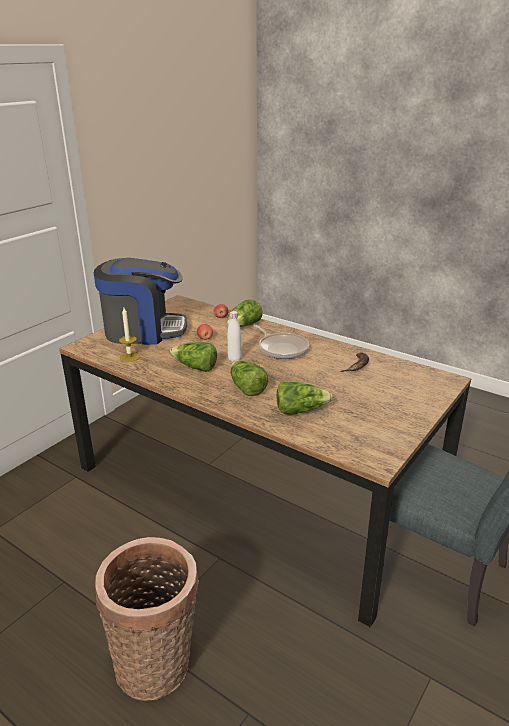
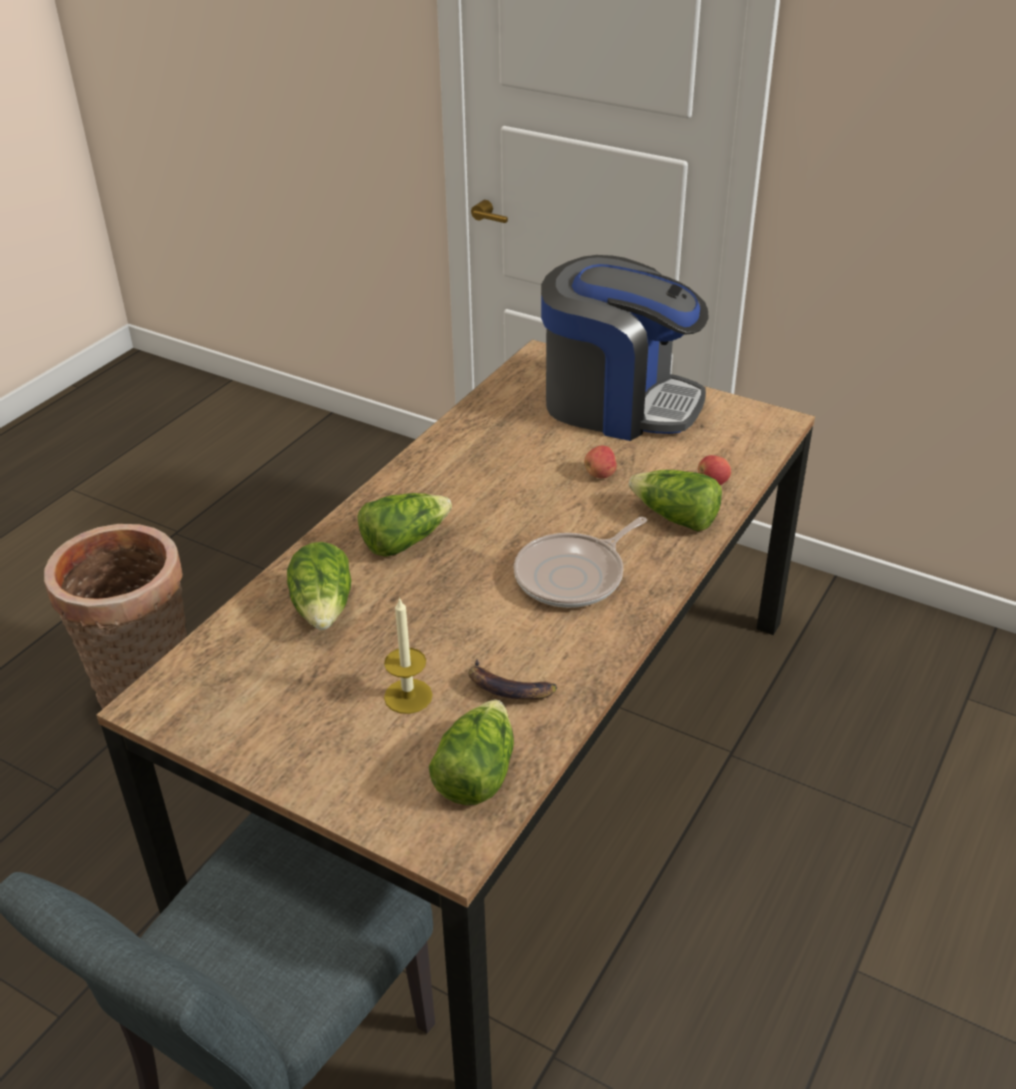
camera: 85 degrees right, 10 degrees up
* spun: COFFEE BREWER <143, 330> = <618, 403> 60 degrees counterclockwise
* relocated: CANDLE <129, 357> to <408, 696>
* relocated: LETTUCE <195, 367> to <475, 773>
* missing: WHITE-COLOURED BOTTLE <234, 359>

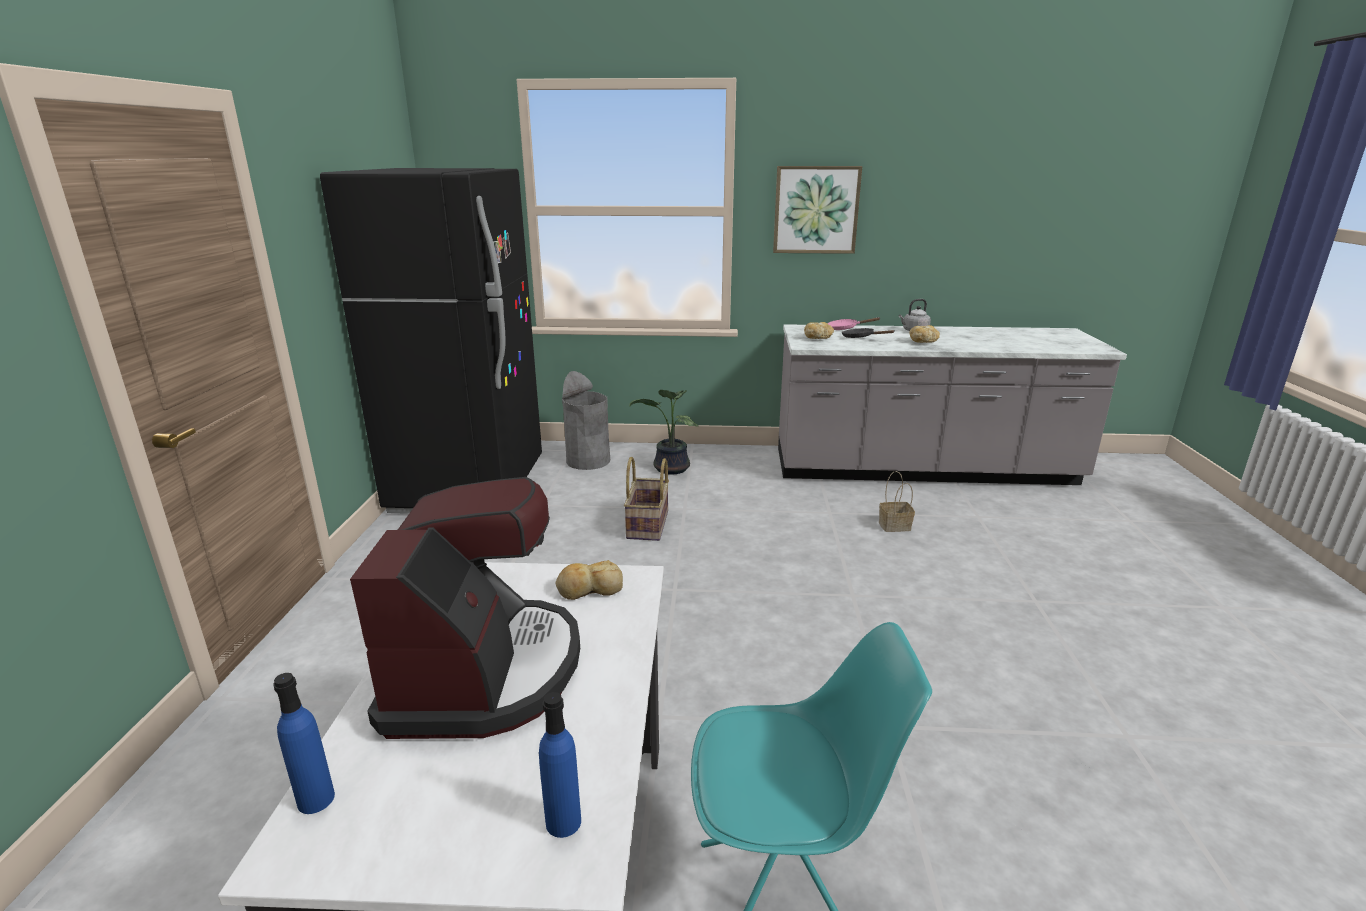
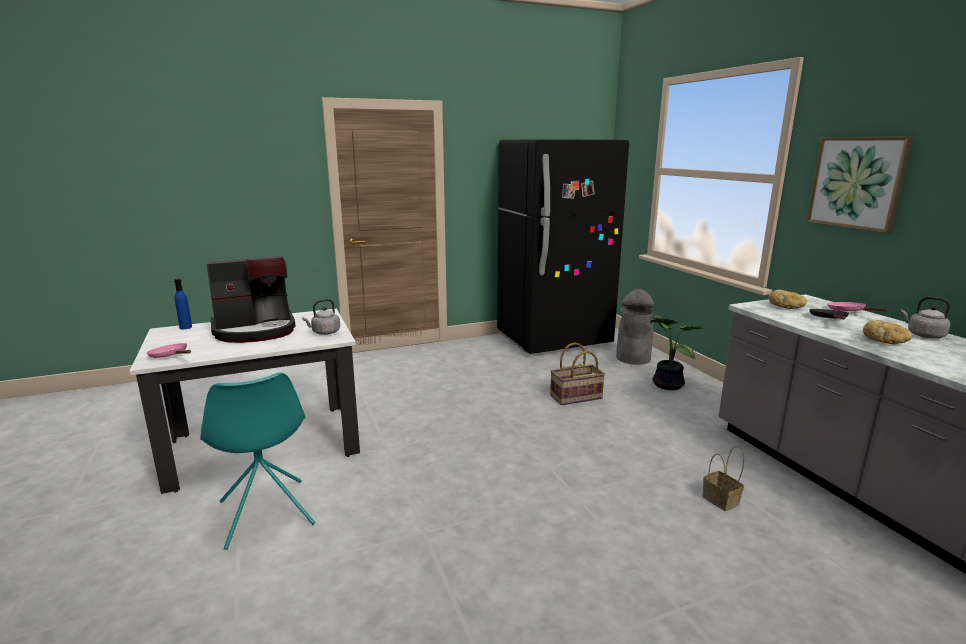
camera: 65 degrees right, 5 degrees down
* exchanged: BLUISH BOTTLE <563, 822> to PINK FRYING PAN <170, 356>
* exchanged: BAKERY BREAD <589, 589> to GREY TEA KETTLE <324, 332>

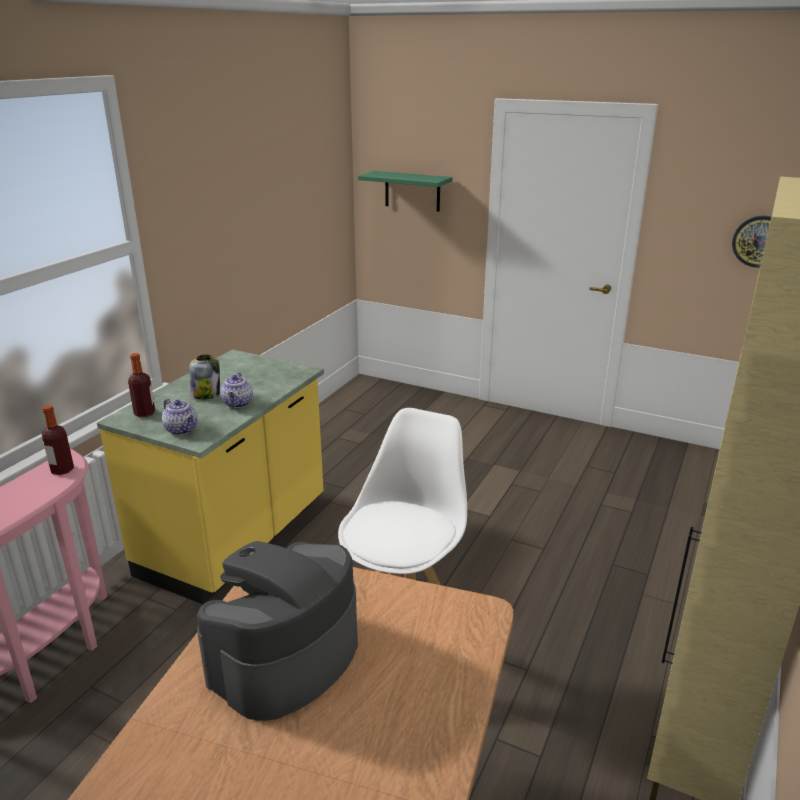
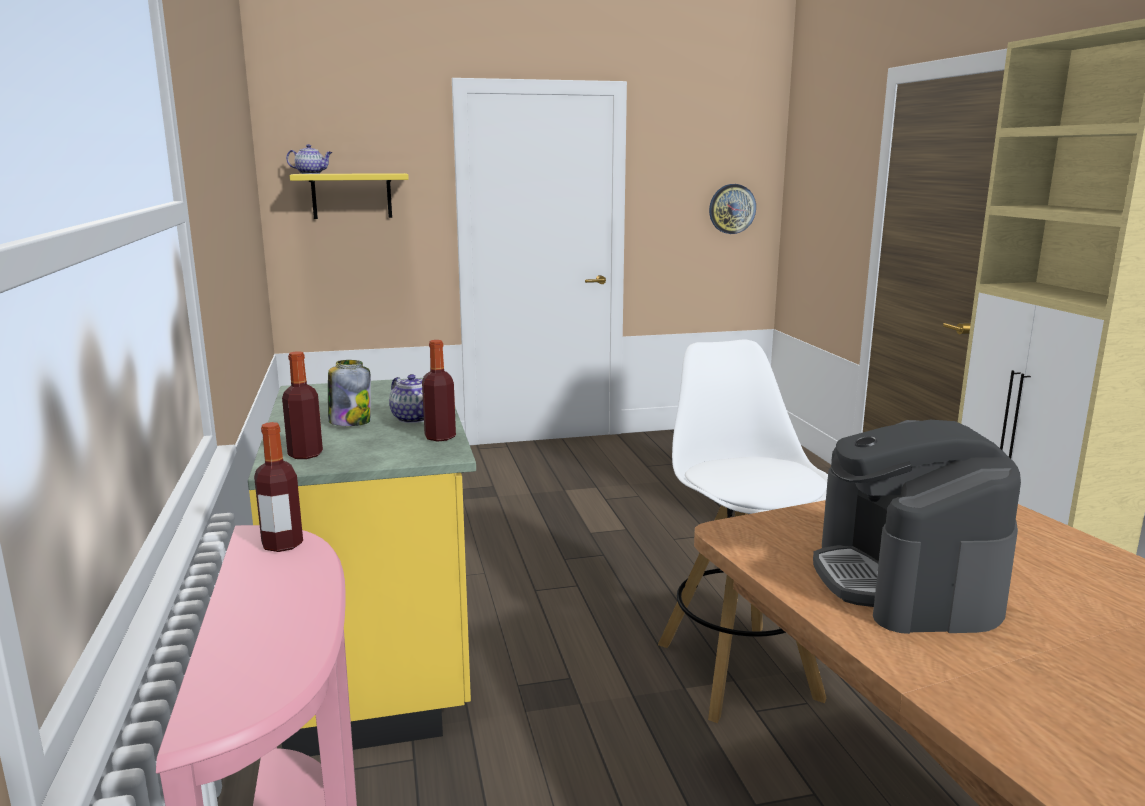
camera: 40 degrees left, 10 degrees down
* relocated: TEAPOT <182, 430> to <311, 173>
* colour: GREEN SHELF <412, 191> to YELLOWISH SHELF <351, 196>
* appeared: BOTTLE <440, 437>

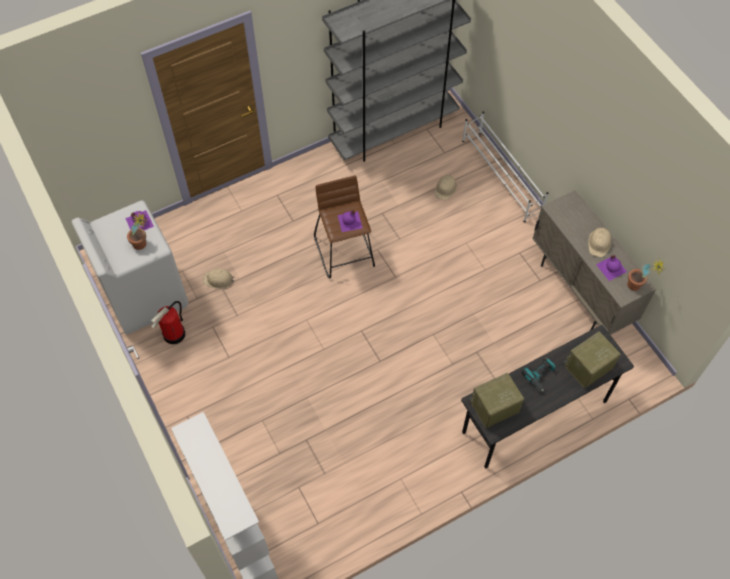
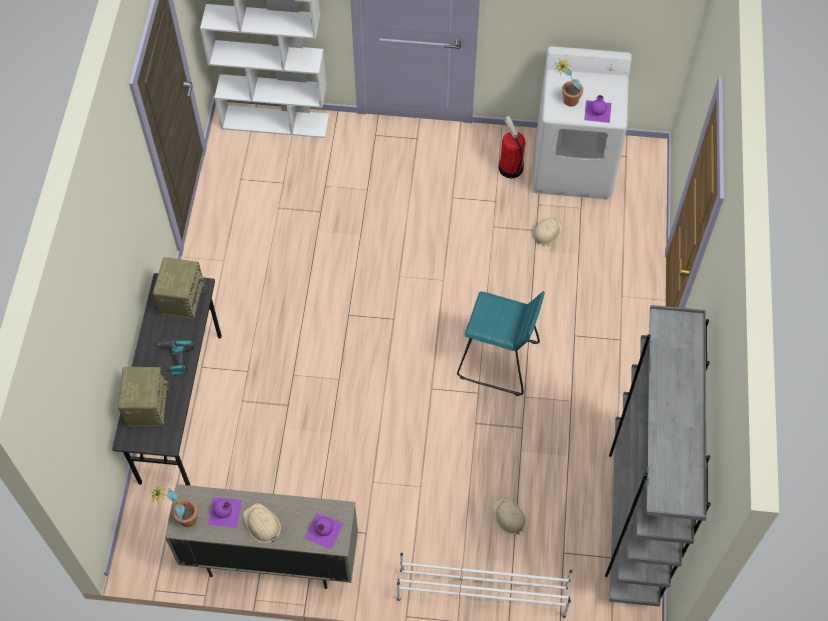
camera: 125 degrees right, 0 degrees up
* colour: BROWN-COLOURED STOOL <345, 251> to BLUE-GREEN STOOL <498, 361>
* relocated: PURPLE-COLOURED BOTTLE <350, 221> to <323, 531>

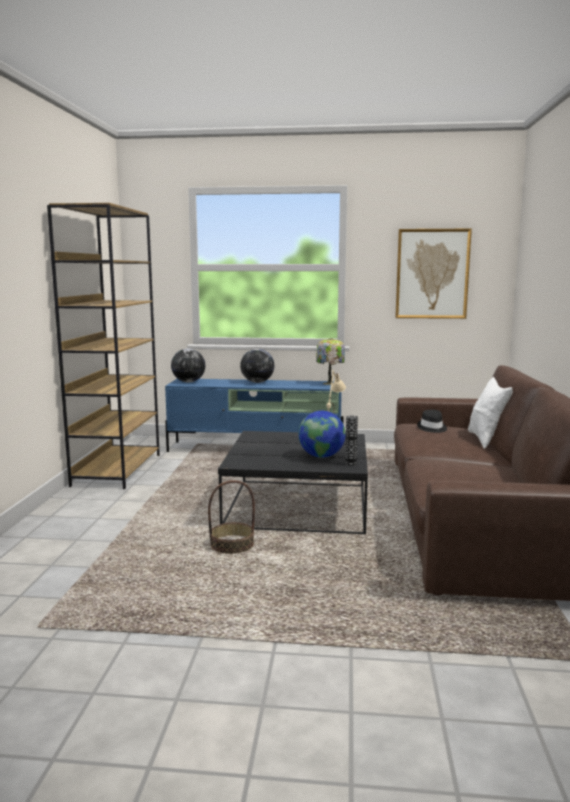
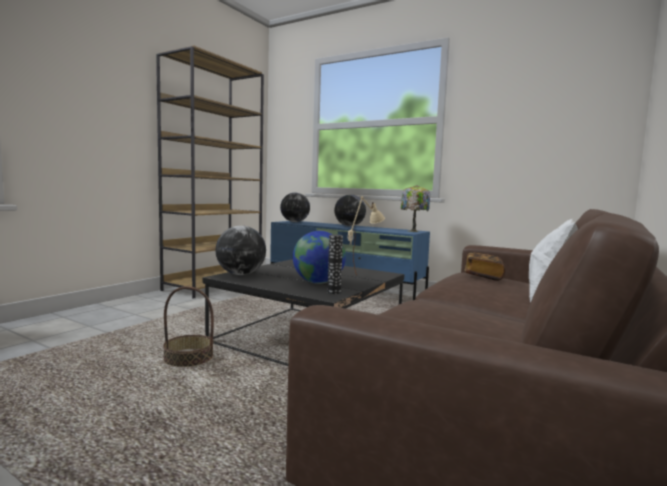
camera: 25 degrees right, 5 degrees down
* missing: WALL ART <432, 274>
* exchanged: BLACK-COLOURED CLOTHING HAT <432, 428> to VOLUME <483, 276>
* appeared: DESK GLOBE <241, 274>

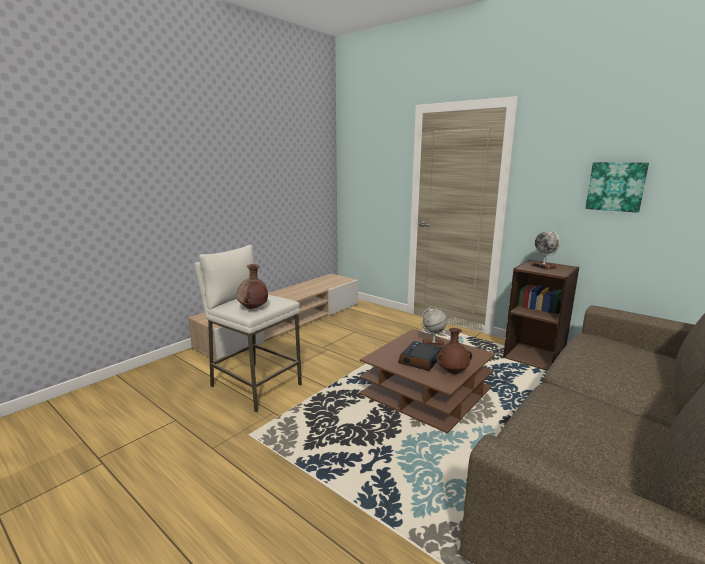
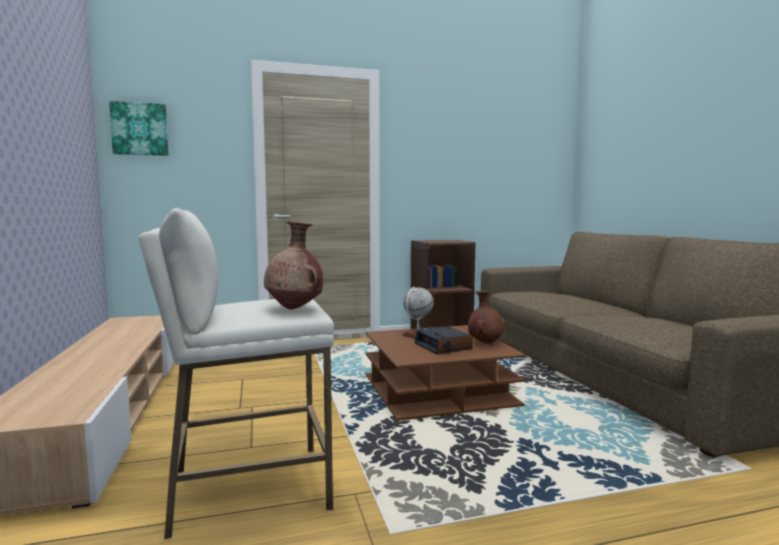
camera: 55 degrees left, 10 degrees down
* missing: DESK GLOBE <543, 266>
* relocated: WALL ART <616, 186> to <140, 129>

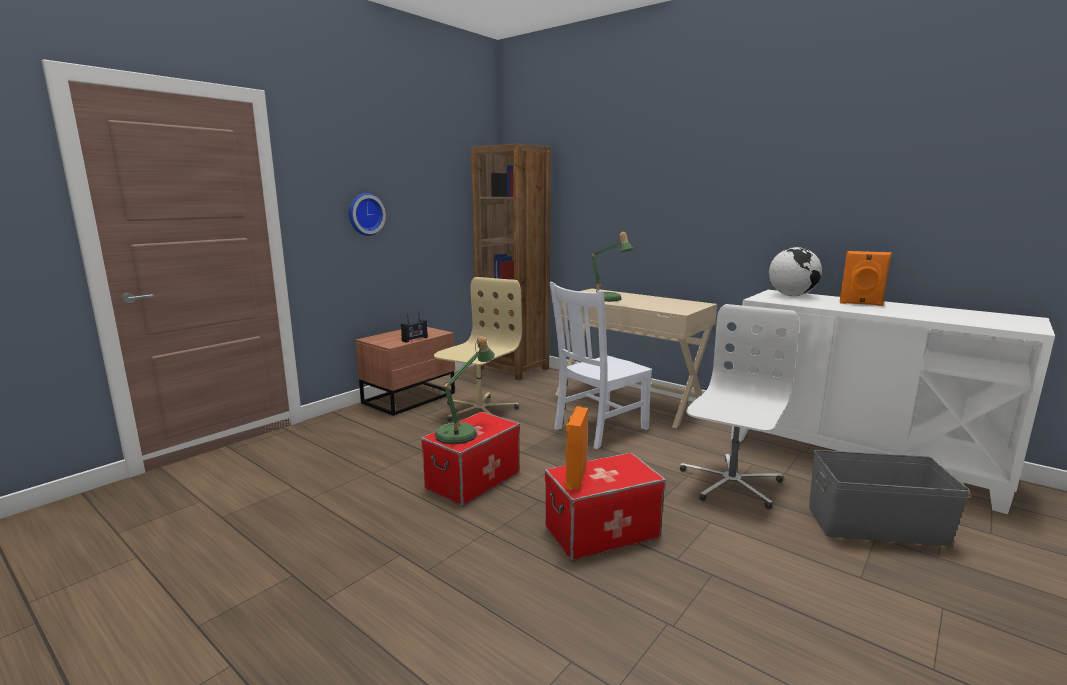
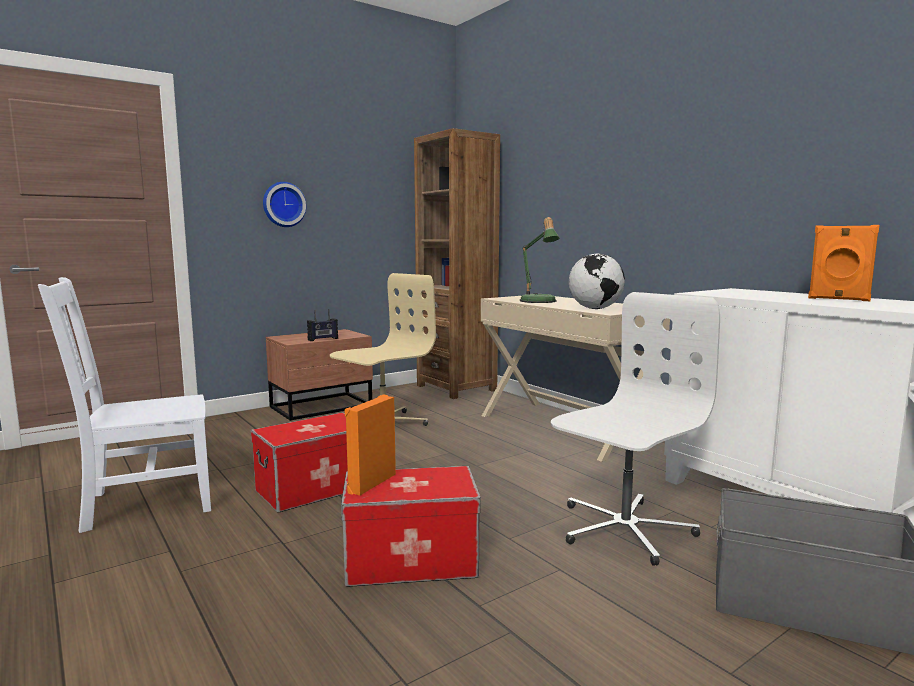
camera: 15 degrees right, 5 degrees down
* missing: TABLE LAMP <462, 432>
* relocated: WHITE-COLOURED PLAIN CHAIR <598, 429> to <144, 503>
* relocated: DESK GLOBE <791, 295> to <595, 309>

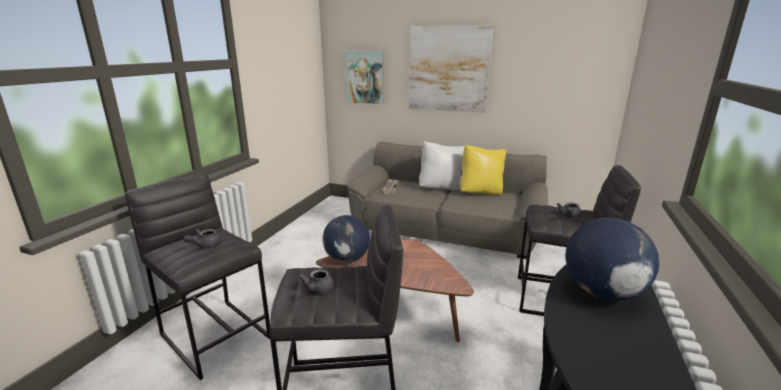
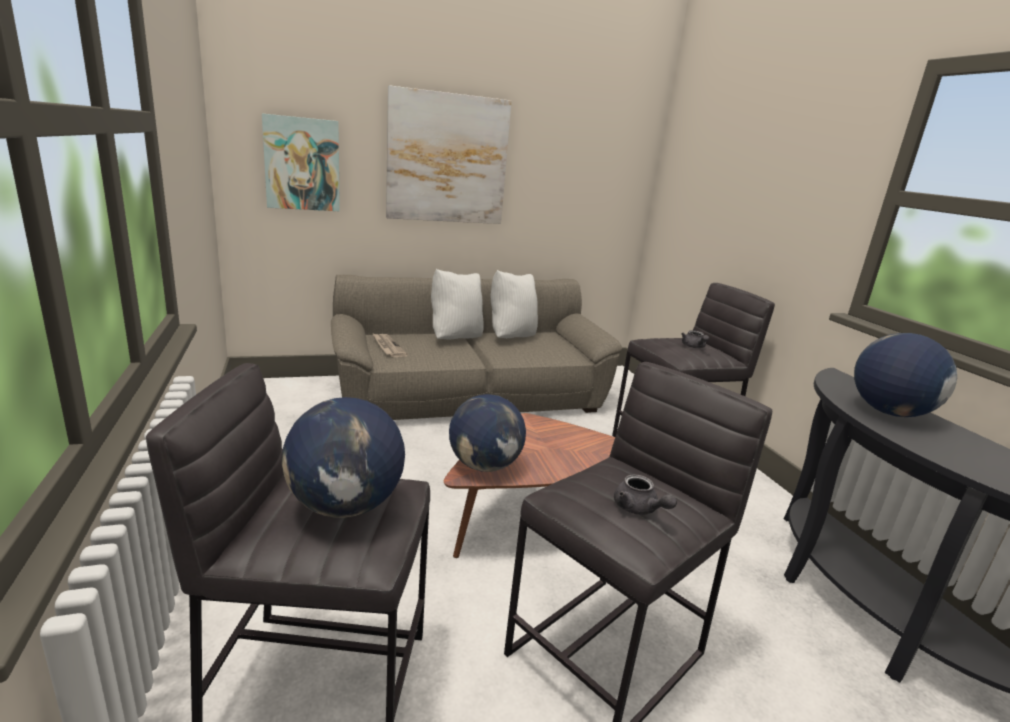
camera: 40 degrees left, 0 degrees up
* exchanged: GREY TEAPOT <205, 246> to DESK GLOBE <346, 506>
* colour: YELLOWISH CUSHION <481, 193> to WHITE-COLOURED CUSHION <510, 337>

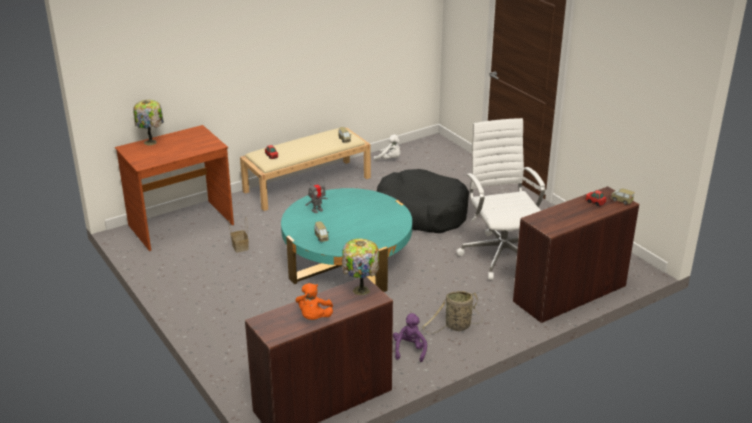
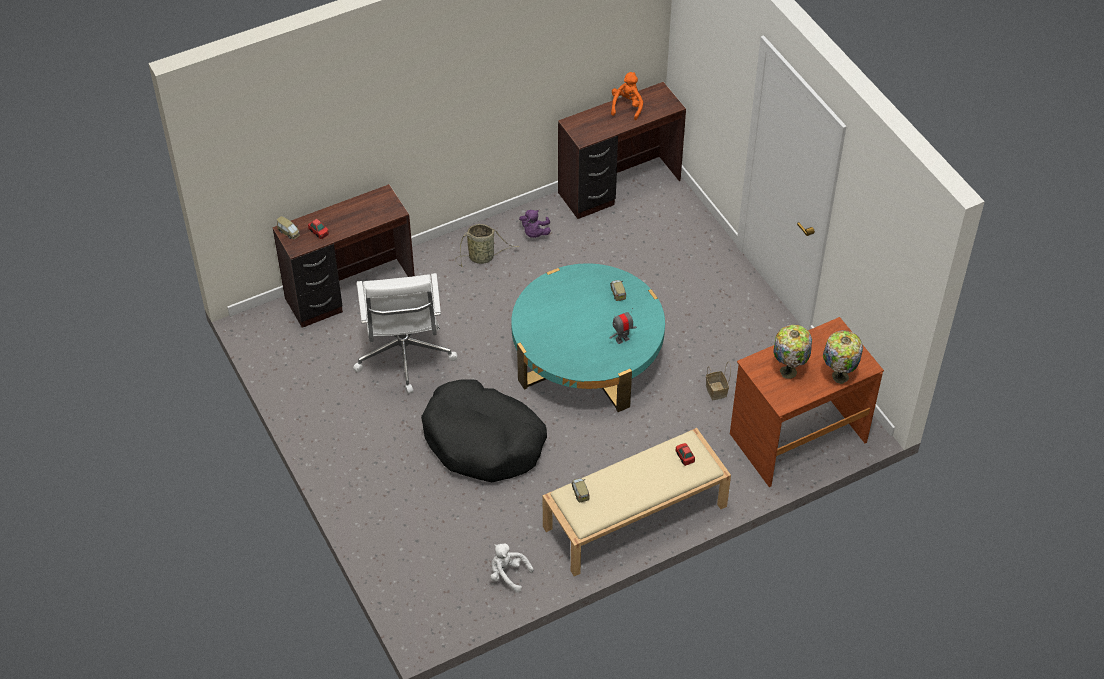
camera: 175 degrees left, 20 degrees up
* relocated: TABLE LAMP <360, 291> to <789, 371>

